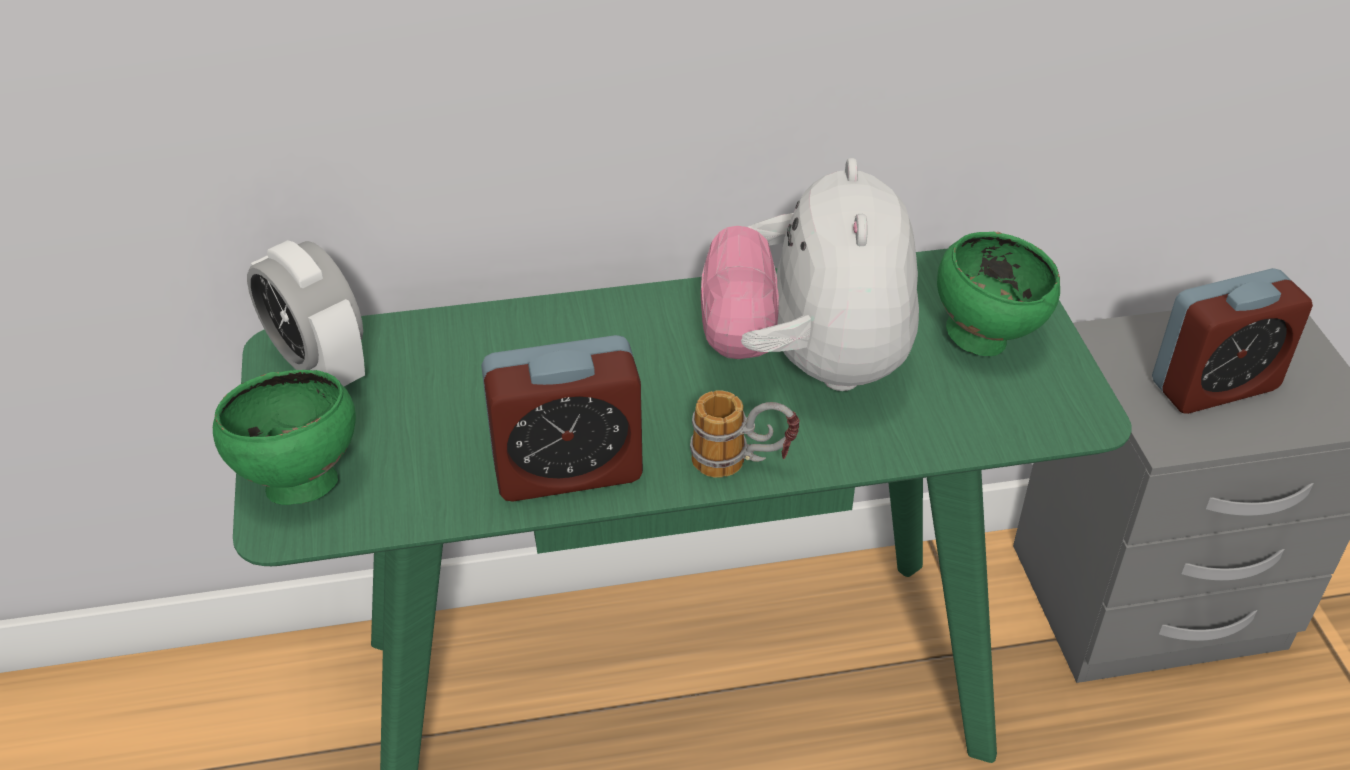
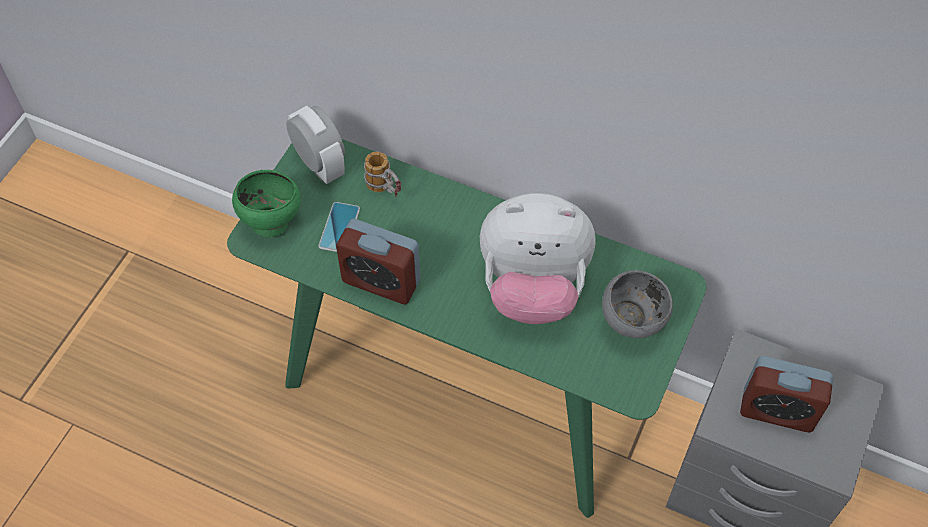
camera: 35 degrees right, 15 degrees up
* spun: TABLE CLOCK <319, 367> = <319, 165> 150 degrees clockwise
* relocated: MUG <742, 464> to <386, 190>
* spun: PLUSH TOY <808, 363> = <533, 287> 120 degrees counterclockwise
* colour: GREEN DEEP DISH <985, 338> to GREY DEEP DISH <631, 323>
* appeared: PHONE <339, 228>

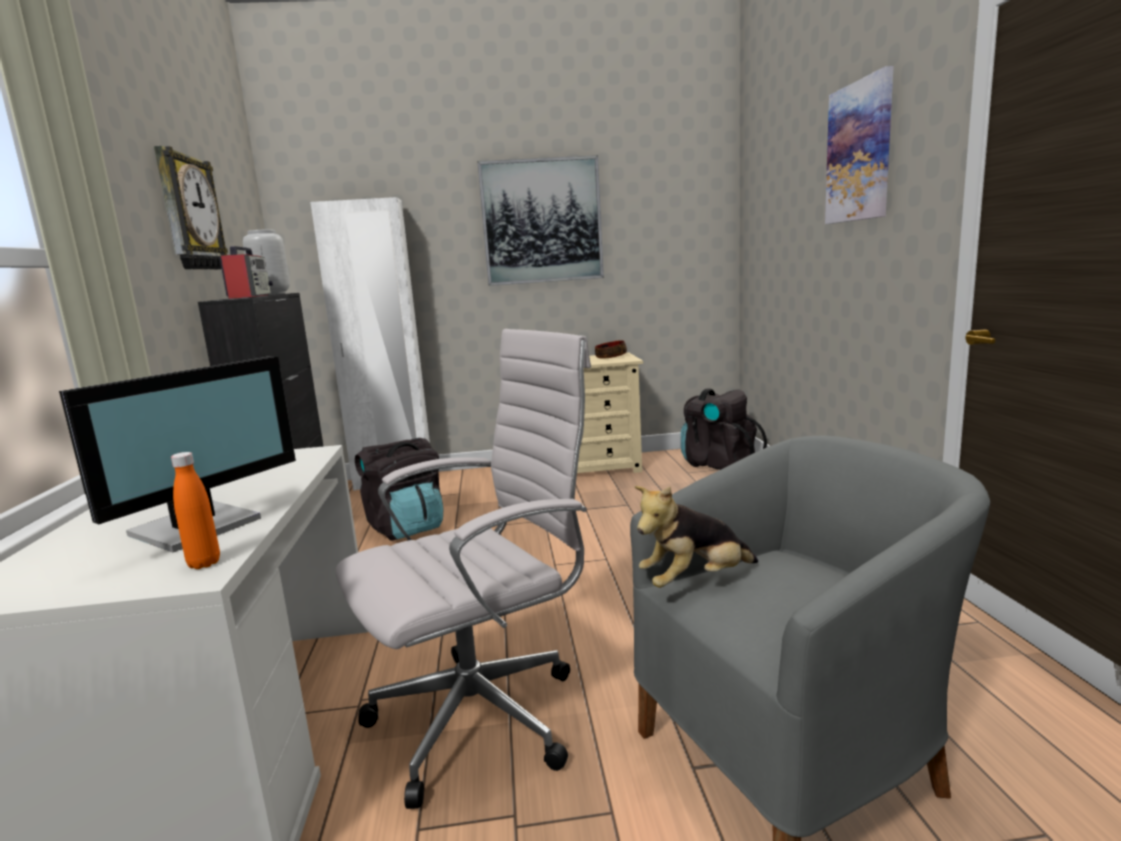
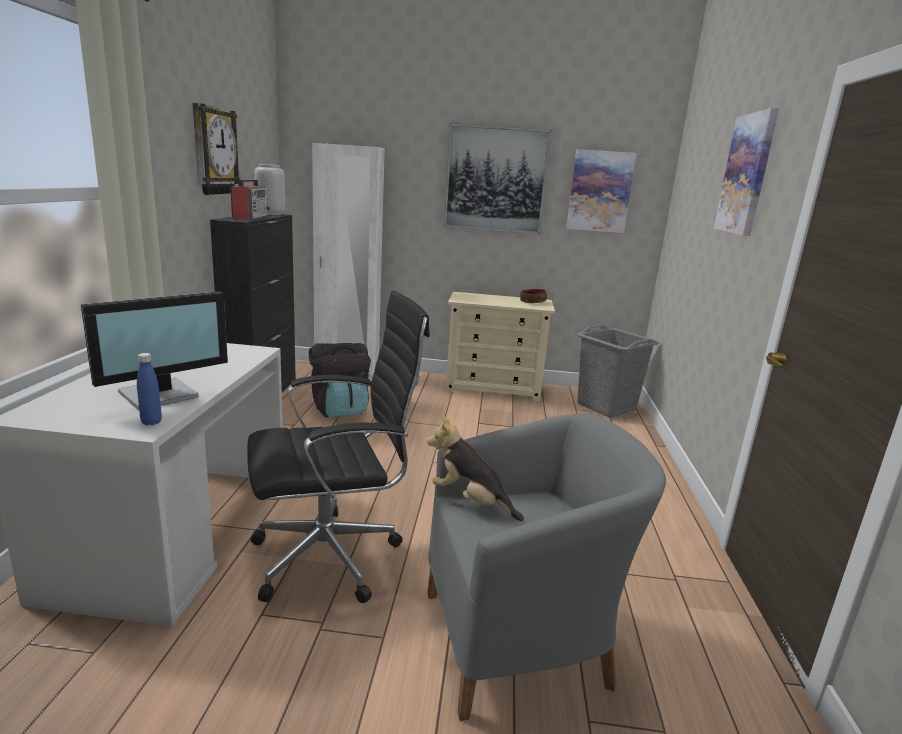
camera: 10 degrees right, 5 degrees up
* colour: ORANGE-COLOURED BOTTLE <204, 563> to BLUISH BOTTLE <151, 422>
* colour: WHITE-COLOURED COMPUTER CHAIR <485, 715> to BLACK-COLOURED COMPUTER CHAIR <333, 556>
* spun: PLUSH TOY <695, 581> = <471, 501> 45 degrees clockwise
* exchanged: BLACK-COLOURED RUCKSACK <718, 464> to GREY HAMPER <606, 407>
* appeared: WALL ART <600, 191>

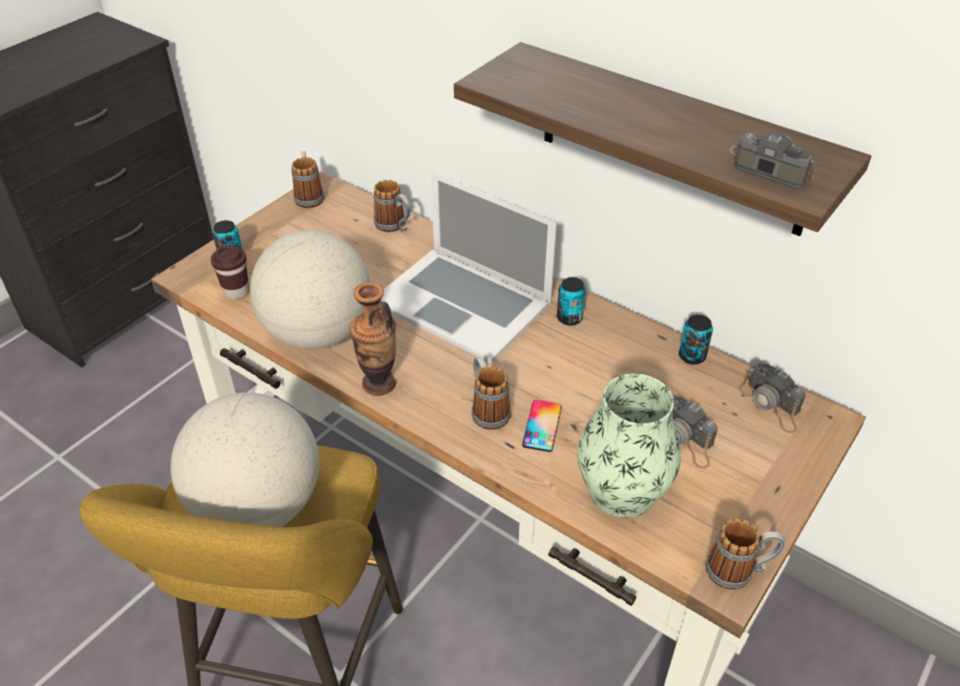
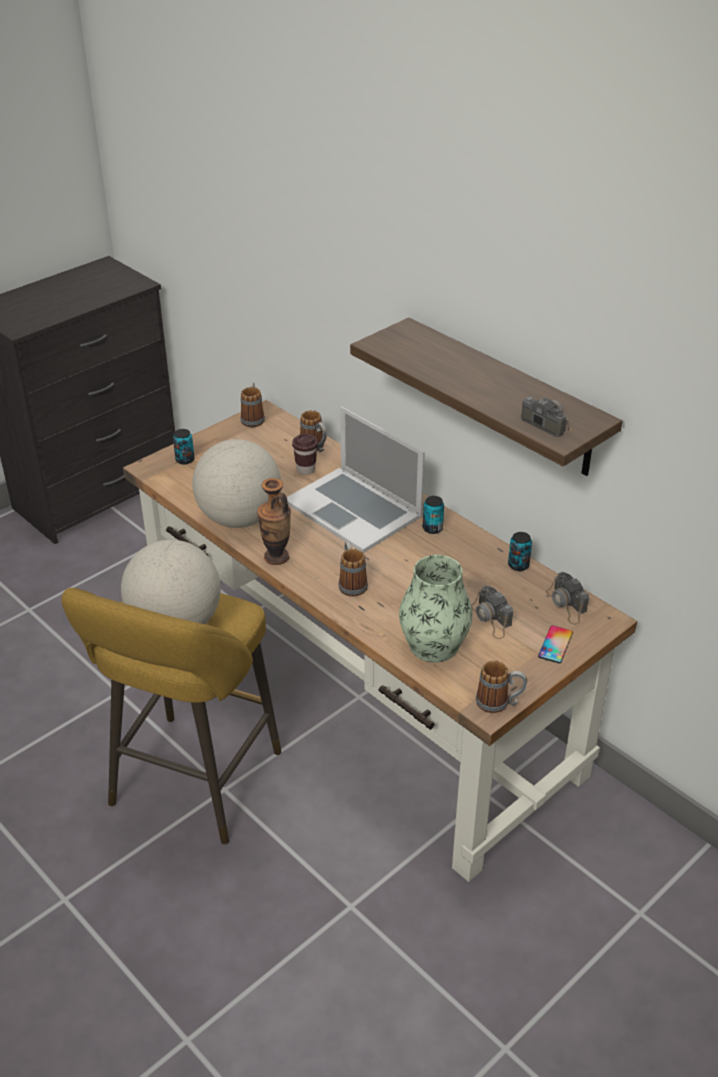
camera: 10 degrees right, 5 degrees down
* relocated: BROWN-COLOURED CUP <236, 292> to <305, 469>
* relocated: PHONE <542, 426> to <555, 644>

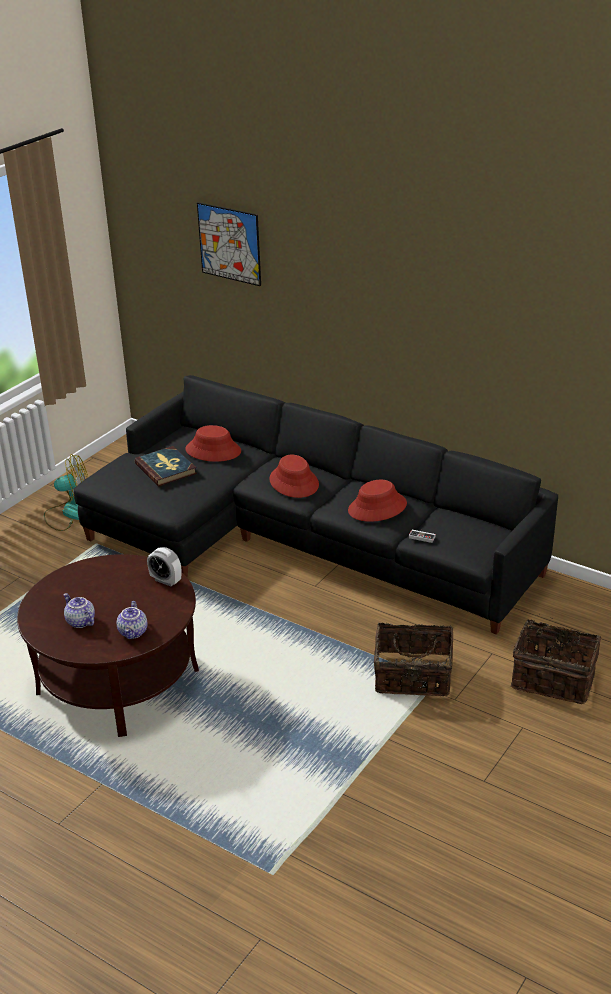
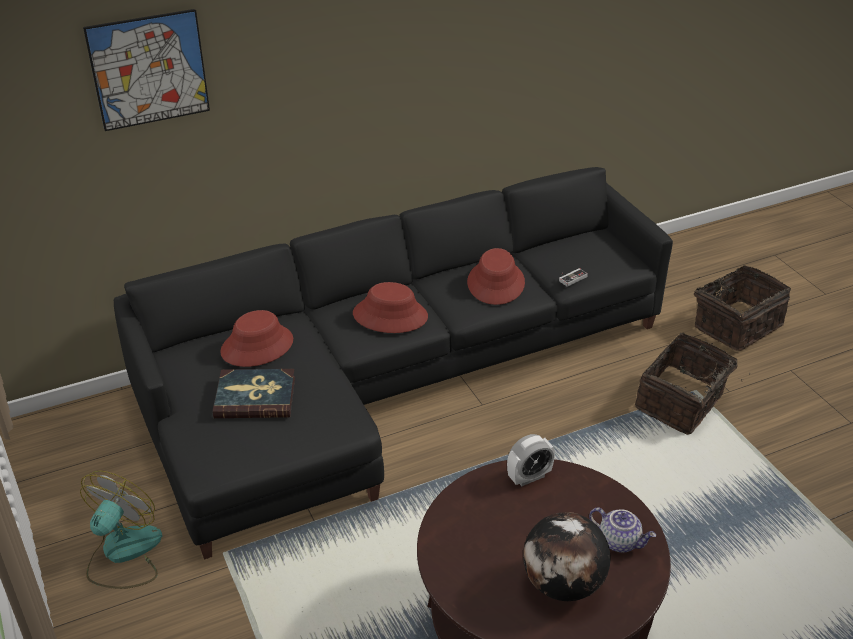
camera: 60 degrees left, 5 degrees up
* exchanged: TEAPOT <80, 622> to DESK GLOBE <563, 585>

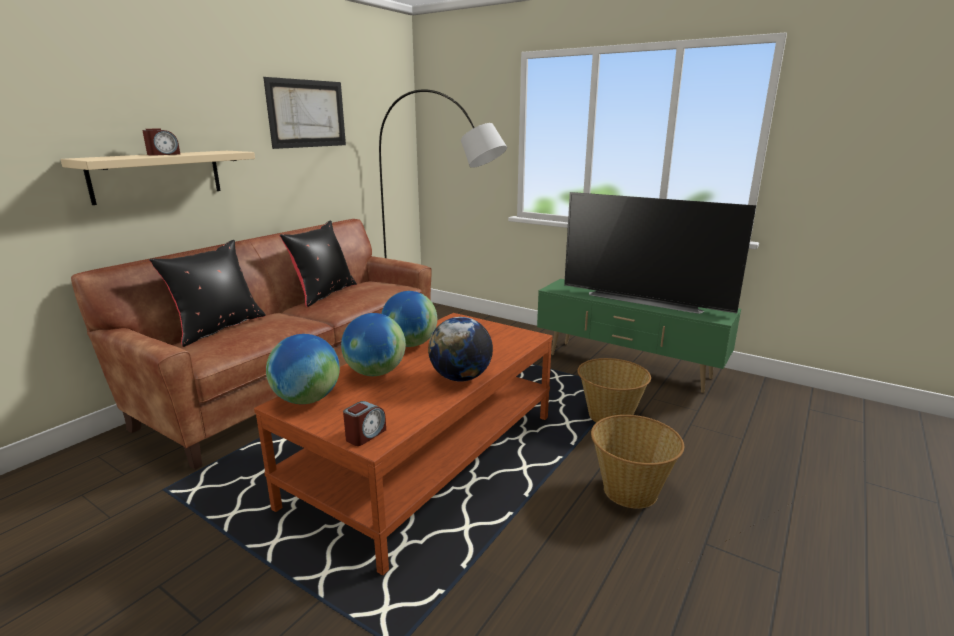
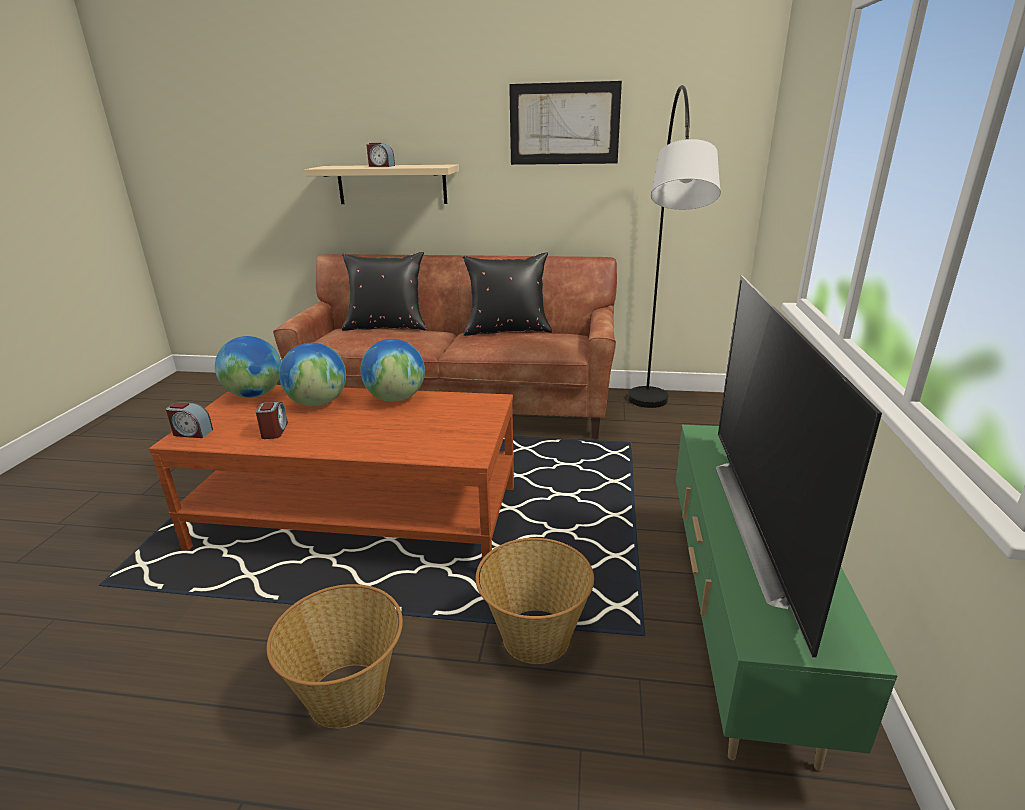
camera: 65 degrees right, 5 degrees up
* missing: DESK GLOBE <461, 378>
* appeared: TABLE CLOCK <274, 431>

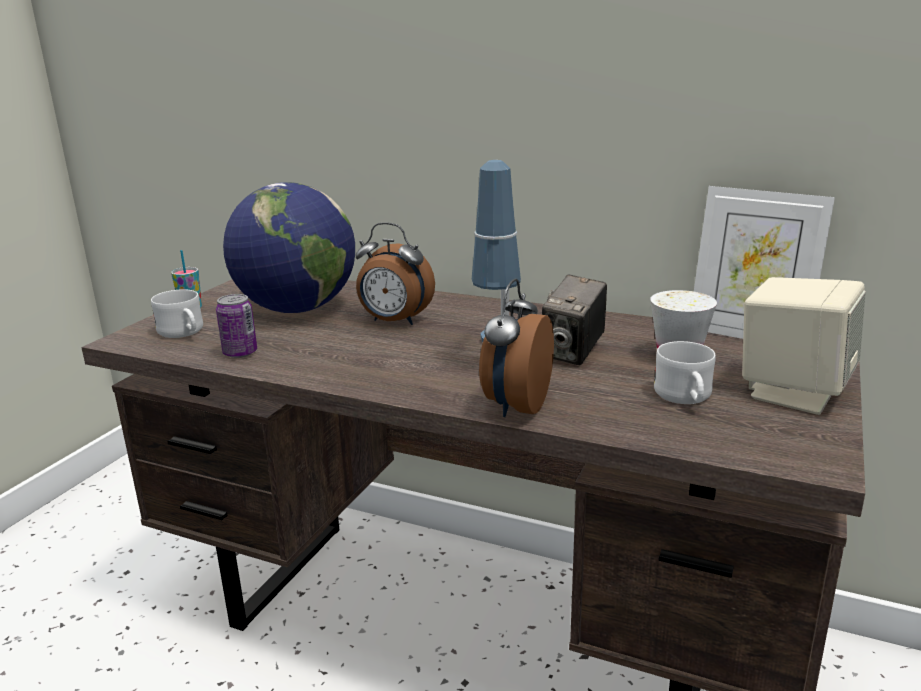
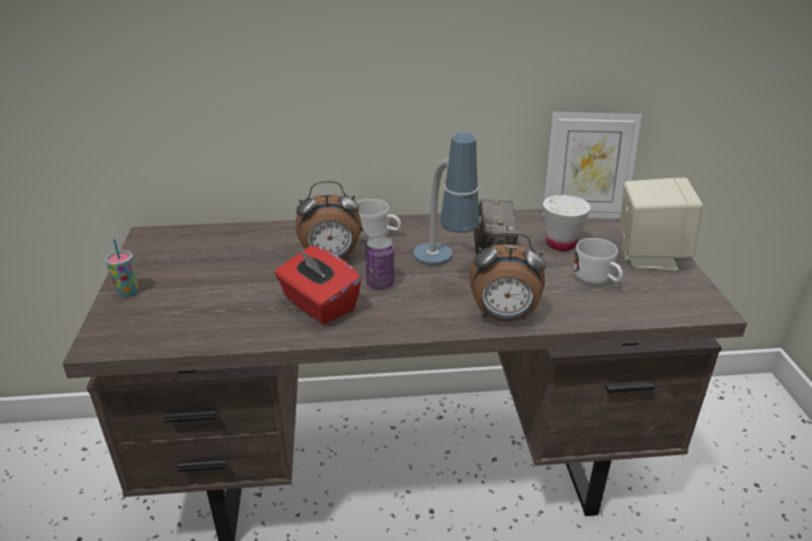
camera: 30 degrees left, 10 degrees up
* relocated: WHITE-COLOURED MUG <184, 333> to <377, 233>
* relocated: CAN <240, 353> to <380, 283>
* missing: DESK GLOBE <296, 309>
* spun: TABLE CLOCK <515, 406> = <504, 317> 75 degrees counterclockwise
* appeared: REDDISH BOX OF TISSUES <319, 305>

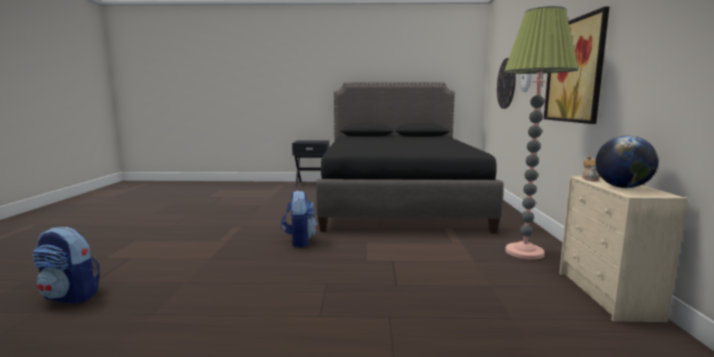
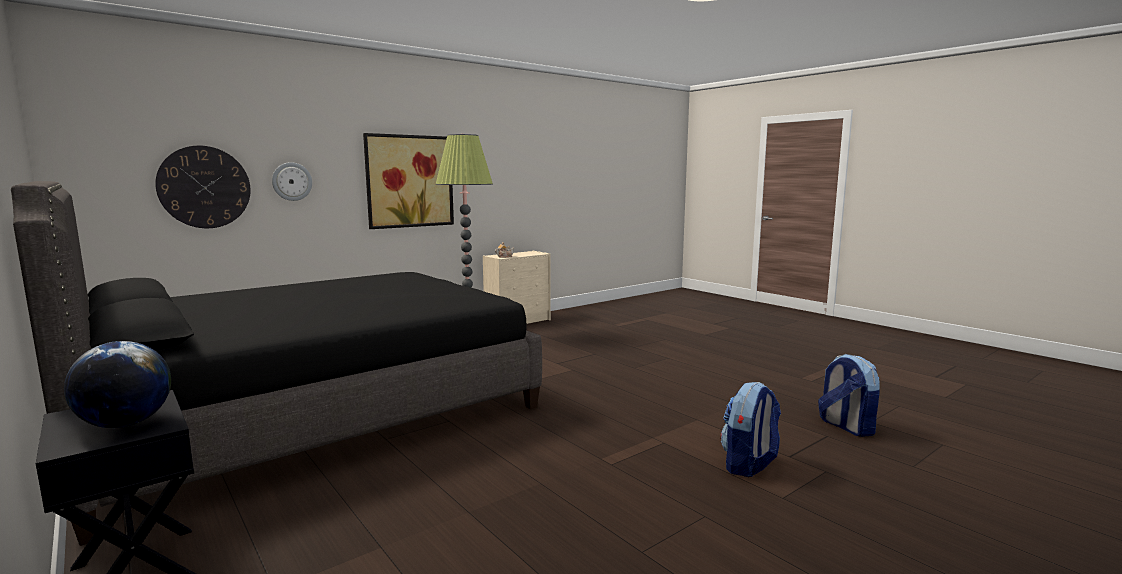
camera: 130 degrees left, 0 degrees up
* relocated: RUCKSACK <299, 241> to <749, 465>
* relocated: DESK GLOBE <622, 187> to <126, 424>

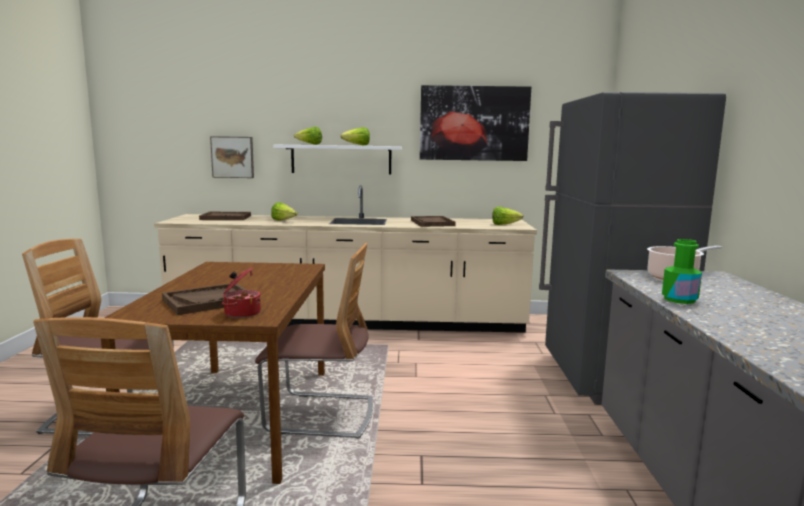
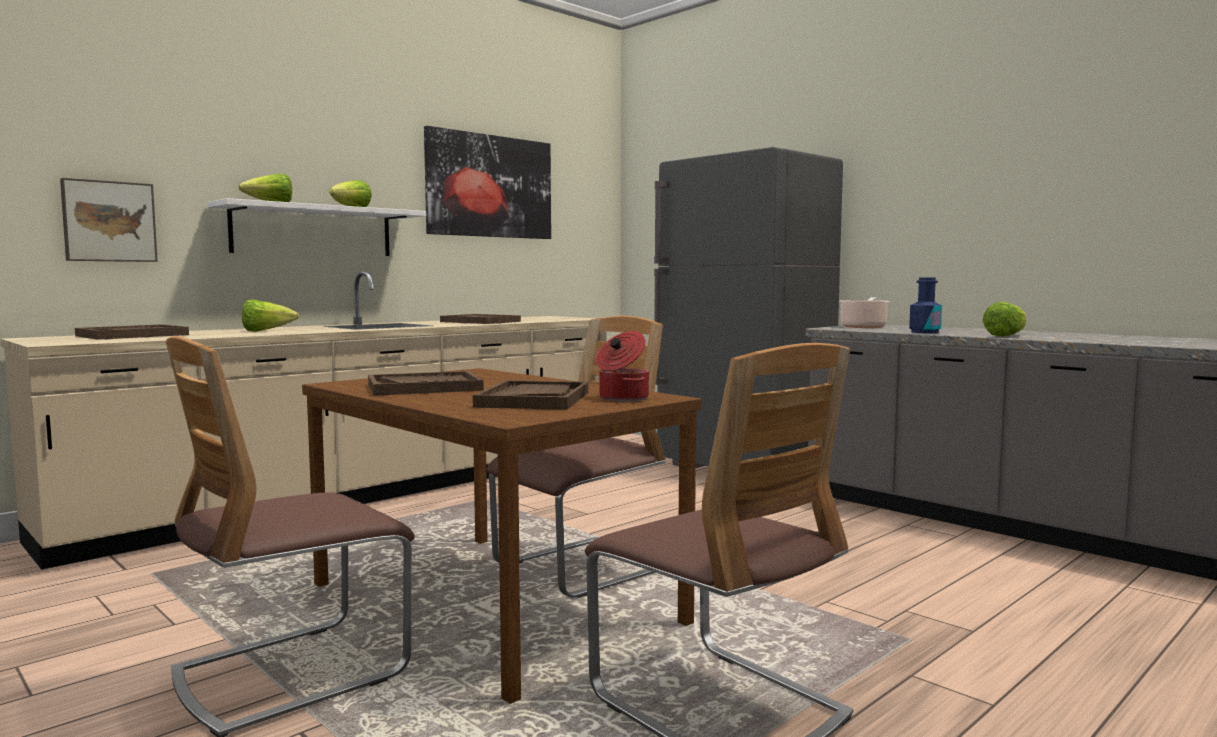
camera: 45 degrees left, 5 degrees down
* relocated: LETTUCE <504, 225> to <1006, 336>
* colour: GREEN BOTTLE <679, 299> to BLUISH BOTTLE <925, 332>
* appeared: BROWN-COLOURED CARRYING TRAY <424, 387>

